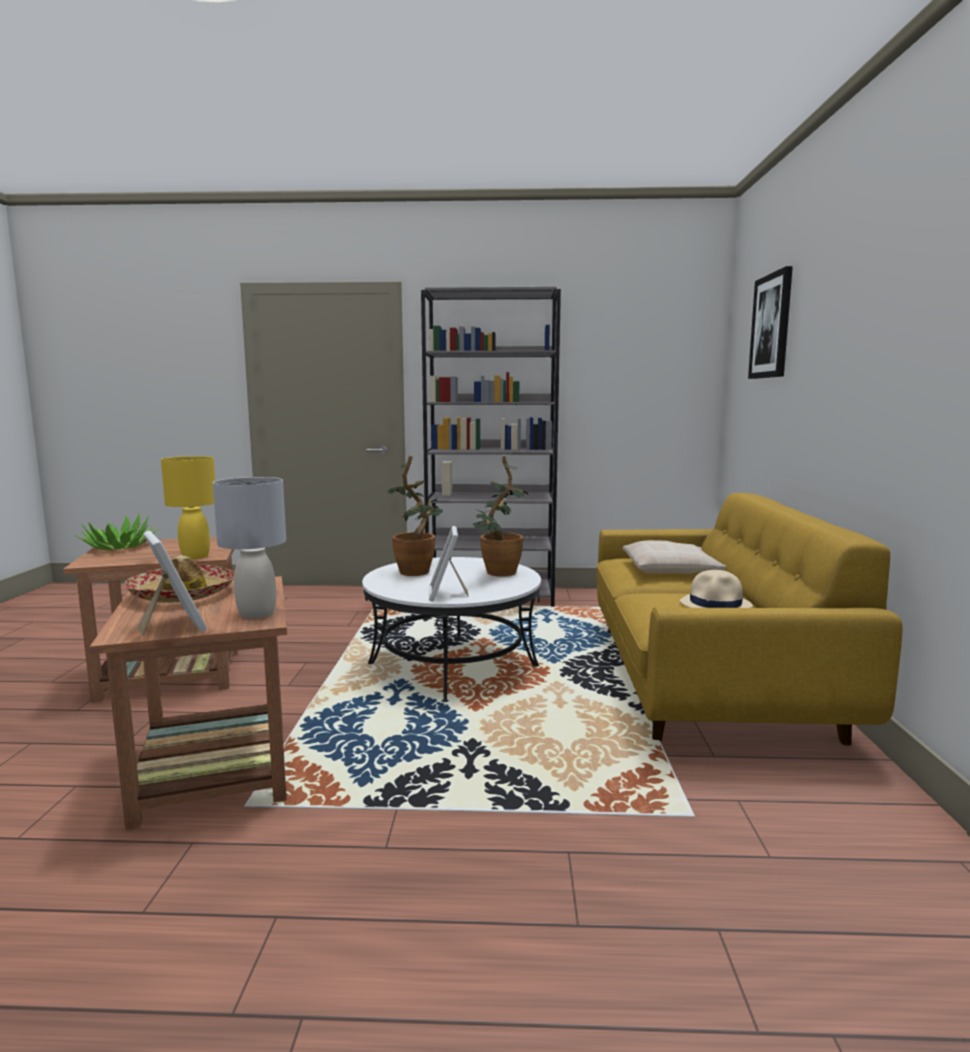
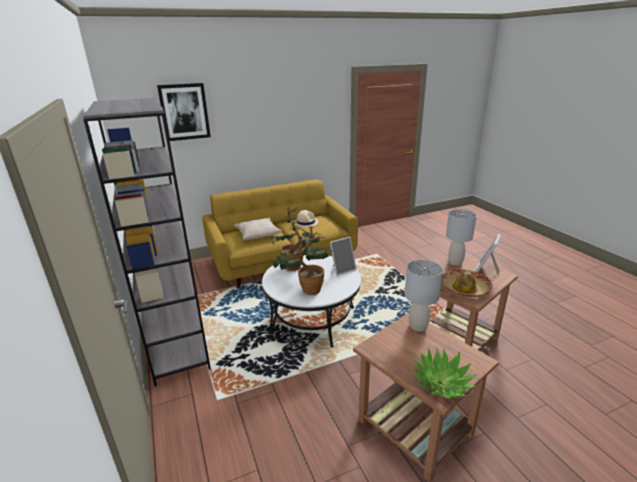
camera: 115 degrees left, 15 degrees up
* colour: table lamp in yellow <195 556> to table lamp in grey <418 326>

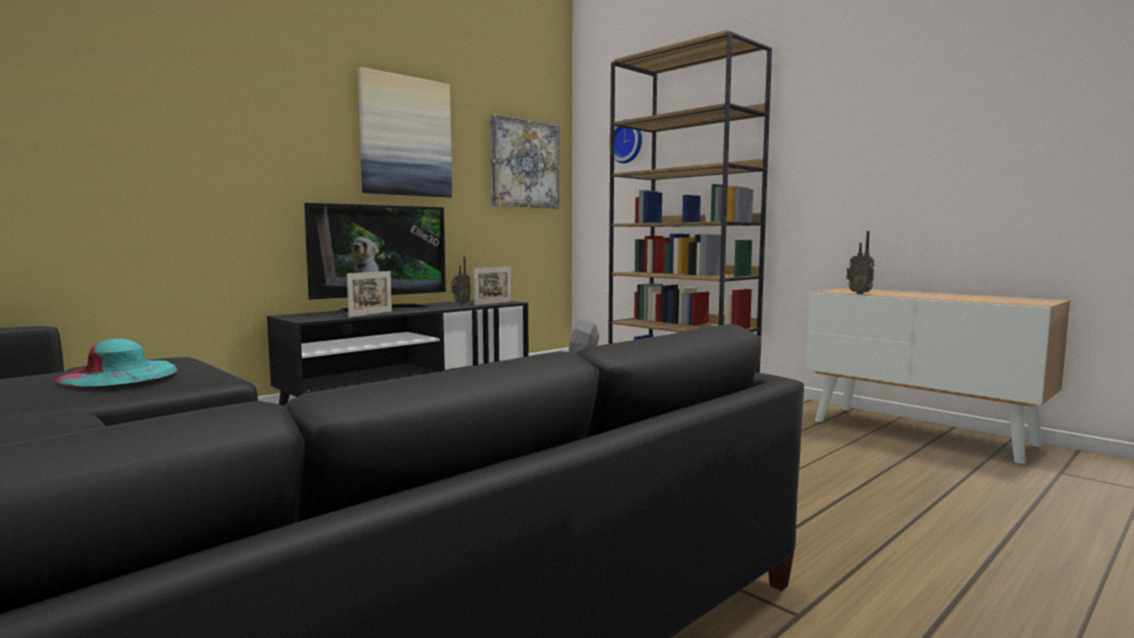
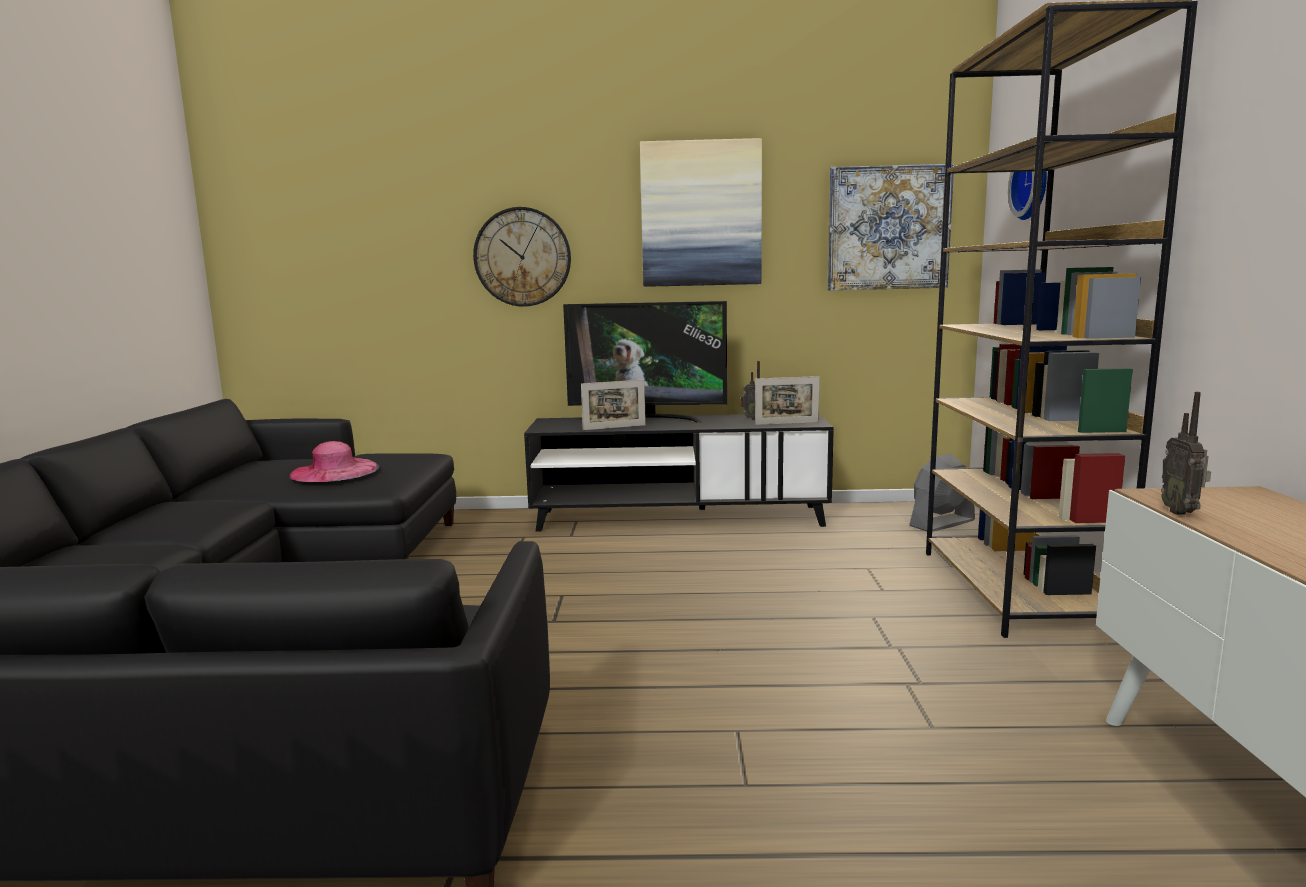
camera: 45 degrees right, 5 degrees up
* colour: hat in turquoise <118 375> to hat in pink <334 471>
* appeared: wall clock <522 257>

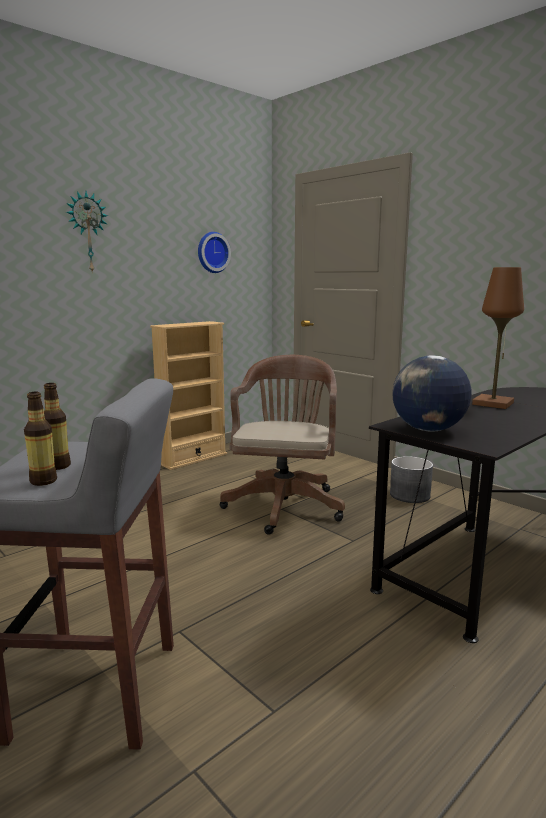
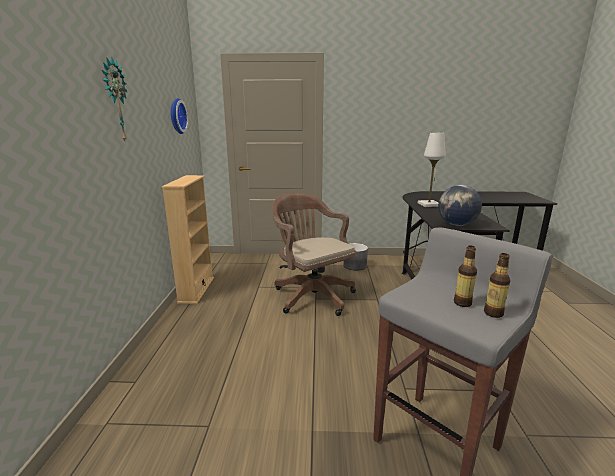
camera: 45 degrees left, 5 degrees up
* colour: table lamp in brown <493 403> to table lamp in white <429 204>

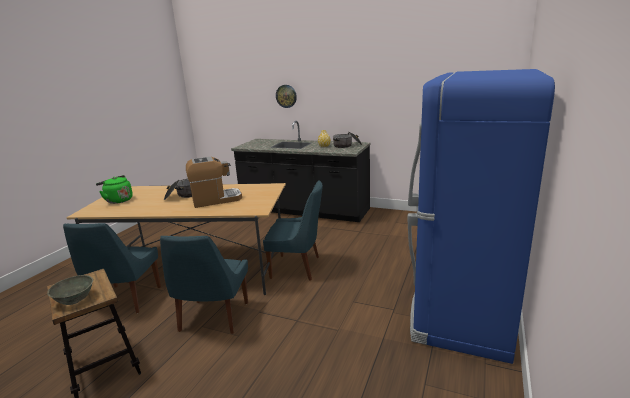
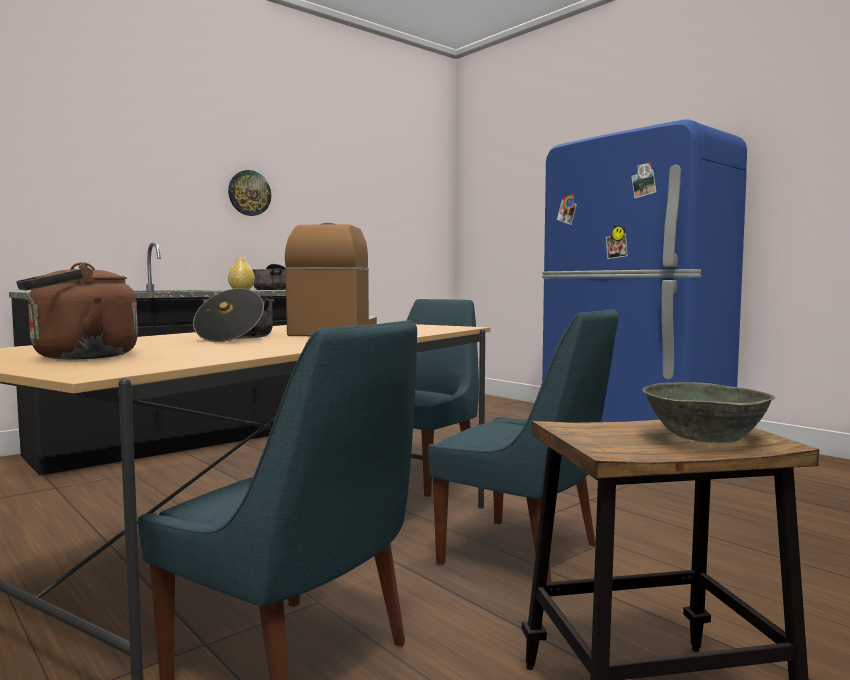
camera: 65 degrees left, 15 degrees down
* colour: kettle in green <118 200> to kettle in brown <78 357>
* relocated: wall clock <286 96> to <249 193>

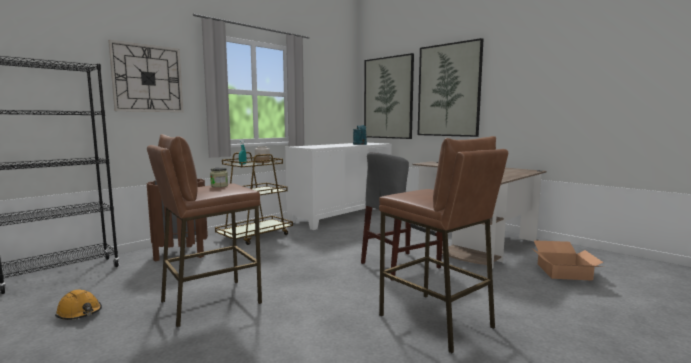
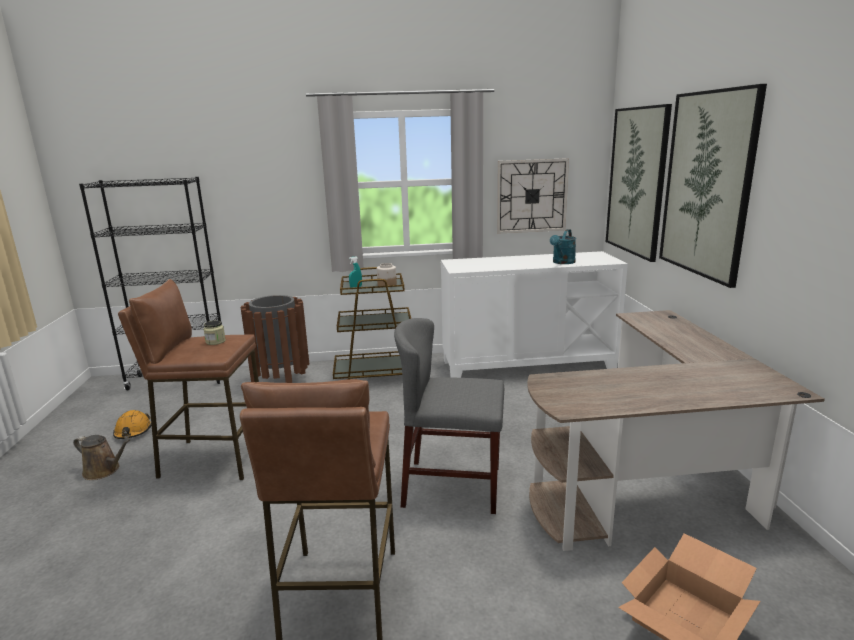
camera: 40 degrees right, 10 degrees up
* relocated: wall clock <147 78> to <531 196>
* appeared: watering can in brown <104 471>

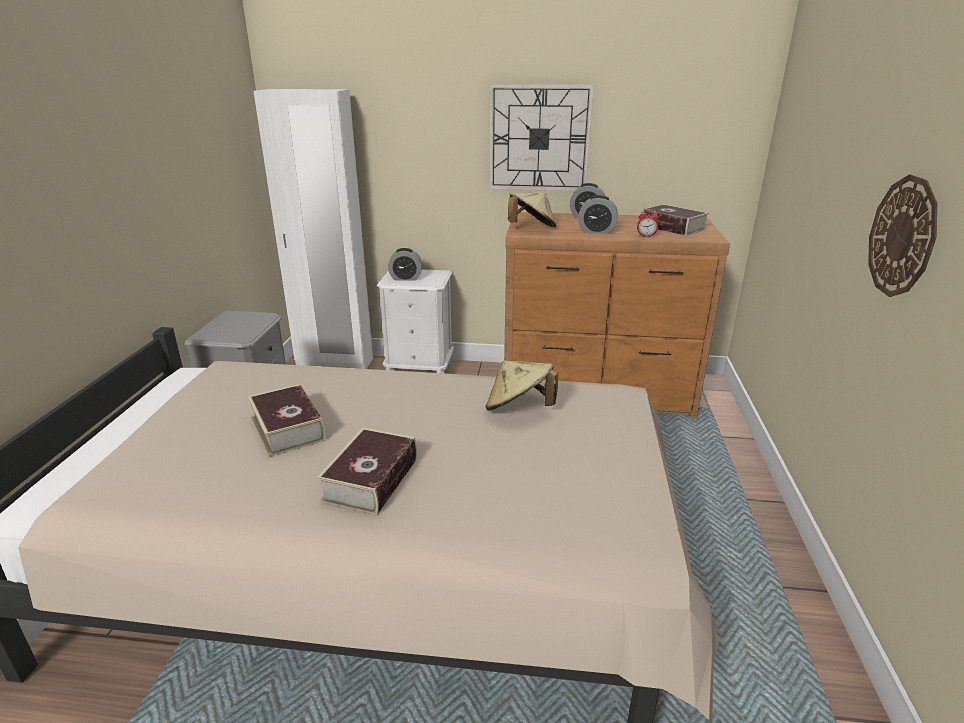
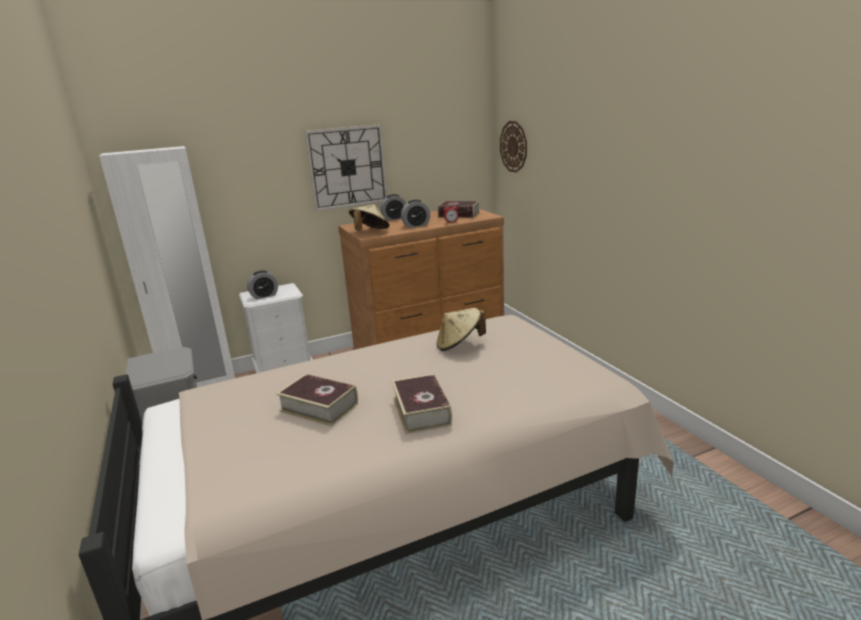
camera: 30 degrees left, 5 degrees down
* relocated: wall clock <902 236> to <513 146>

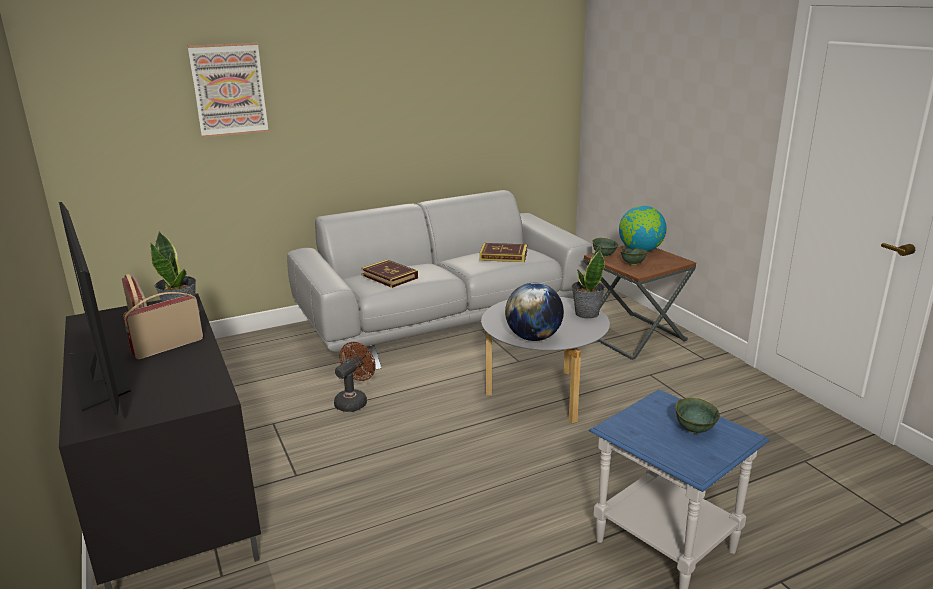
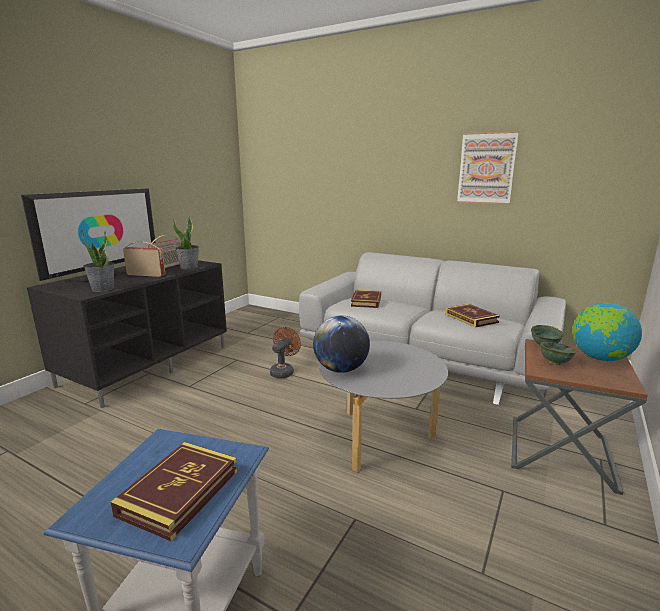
camera: 55 degrees right, 5 degrees down
* relocated: picture <229 90> to <486 168>
* spun: fan in brown <354 401> = <284 371> 60 degrees counterclockwise
* relocated: potted plant <586 313> to <103 289>
* exchanged: bowl in green <694 430> to book <179 492>

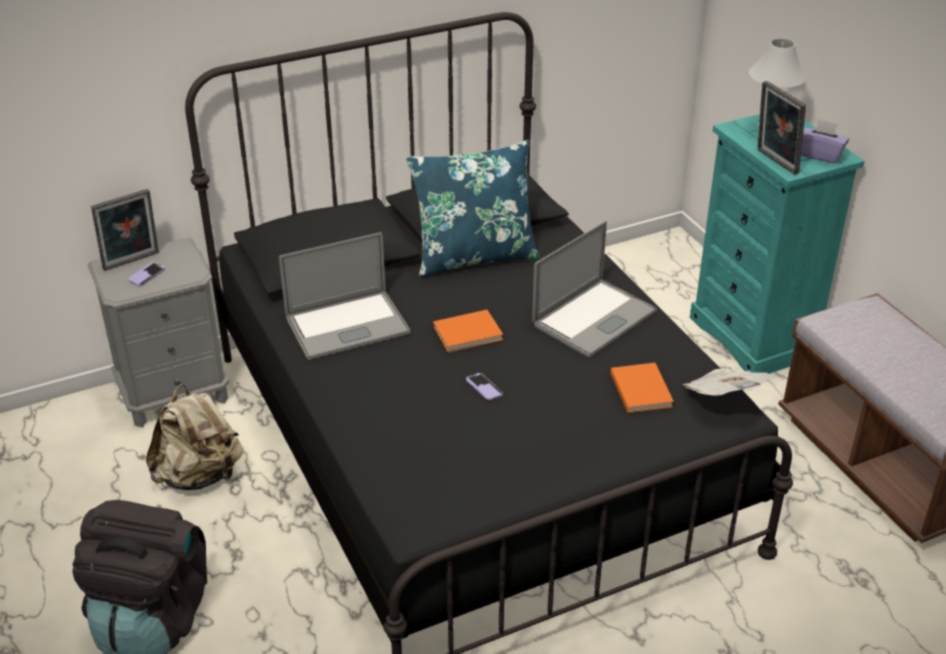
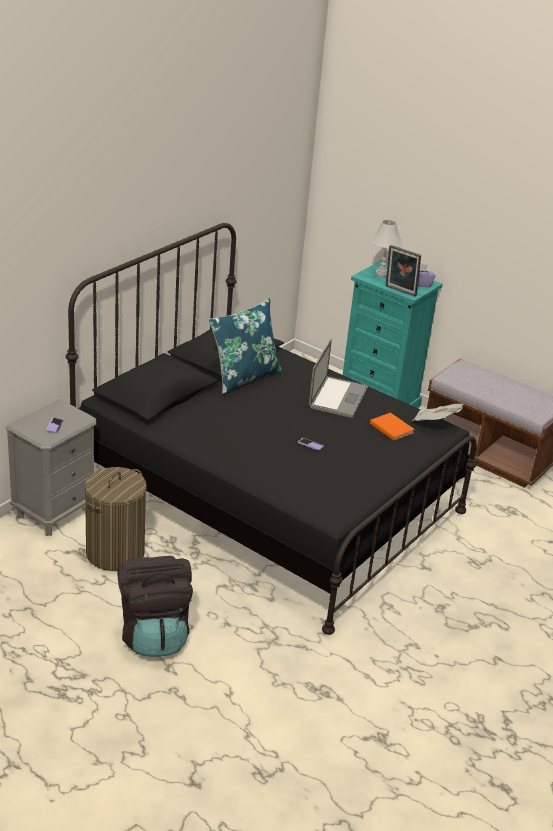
camera: 30 degrees left, 5 degrees down
* missing: picture frame <132 262>
* exchanged: backpack in beige <200 475> to laundry basket <115 553>
* missing: laptop <347 325>
* missing: book in orange <469 333>

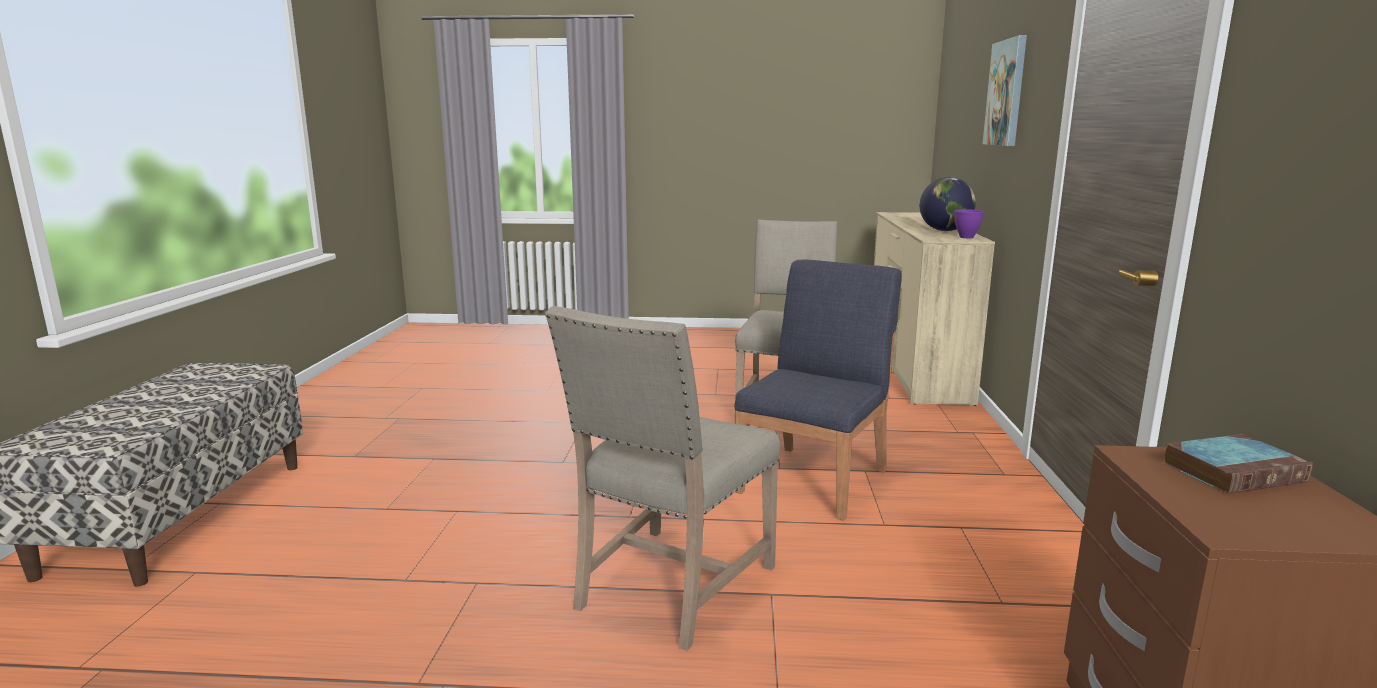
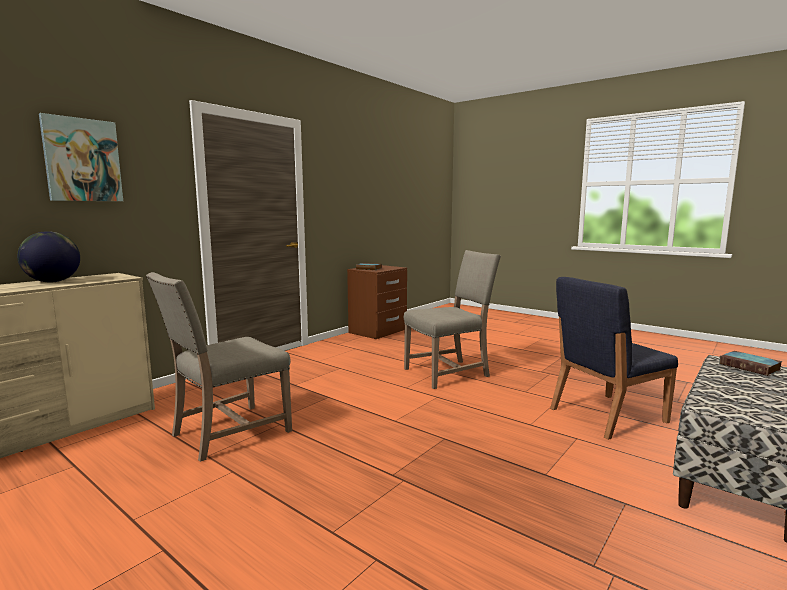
camera: 145 degrees left, 5 degrees down
* relocated: chair in blue <814 480> to <606 415>
* missing: bowl in purple <966 237>
* appeared: book <751 367>

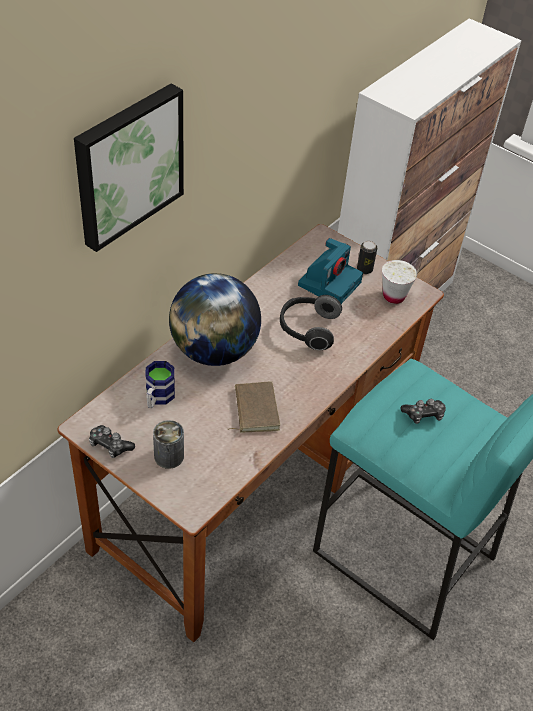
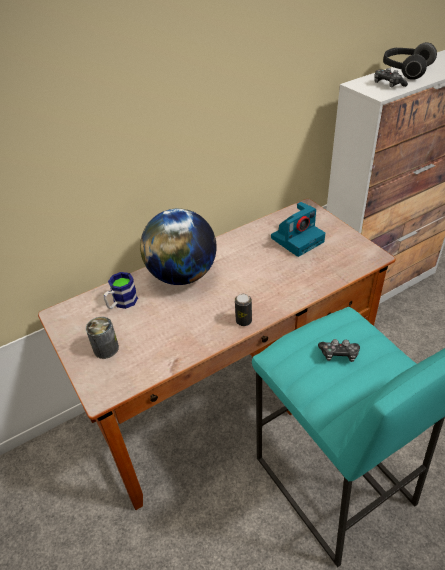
camera: 25 degrees right, 5 degrees down
* missing: picture <127 165>
* relocated: game controller <110 445> to <388 84>
* missing: book in brown <254 409>
* relocated: headphones <307 329> to <405 70>
* relocated: can <364 269> to <243 321>
* missing: cup in white <394 296>

